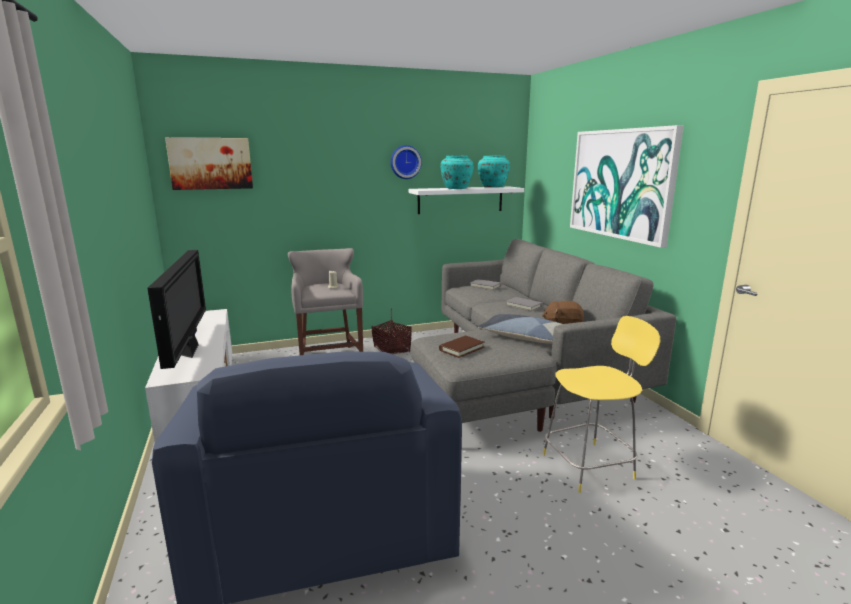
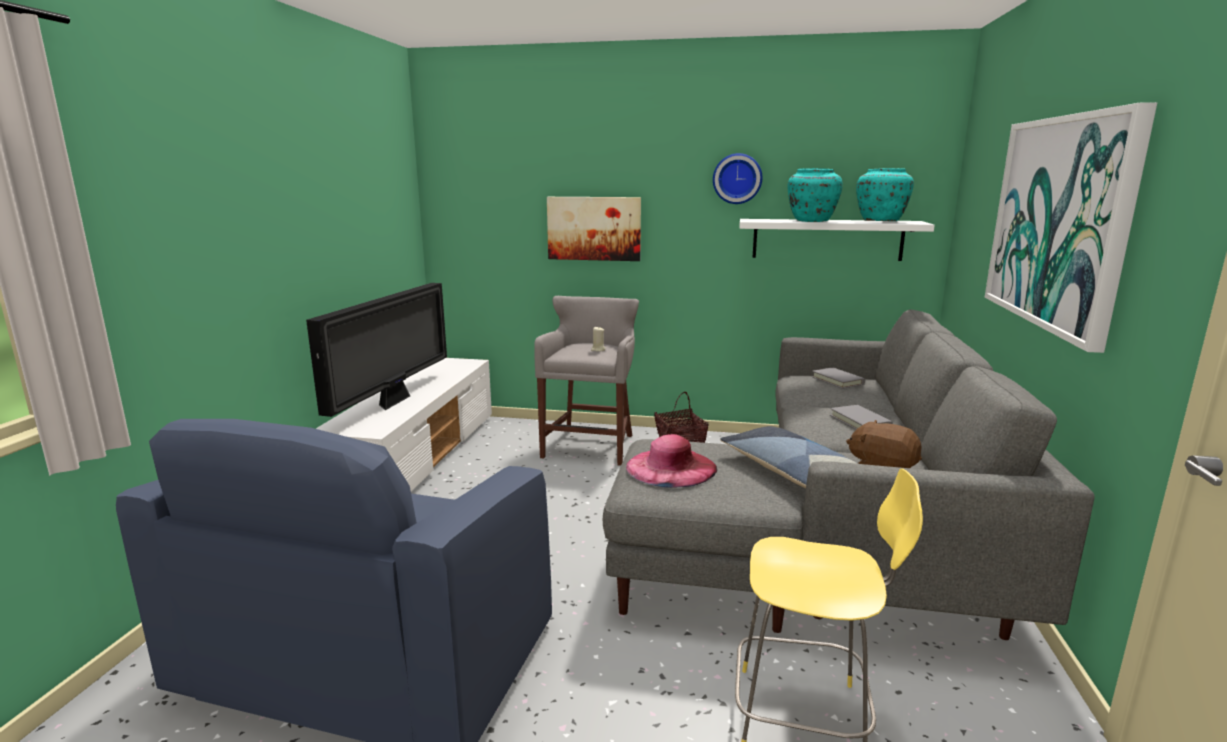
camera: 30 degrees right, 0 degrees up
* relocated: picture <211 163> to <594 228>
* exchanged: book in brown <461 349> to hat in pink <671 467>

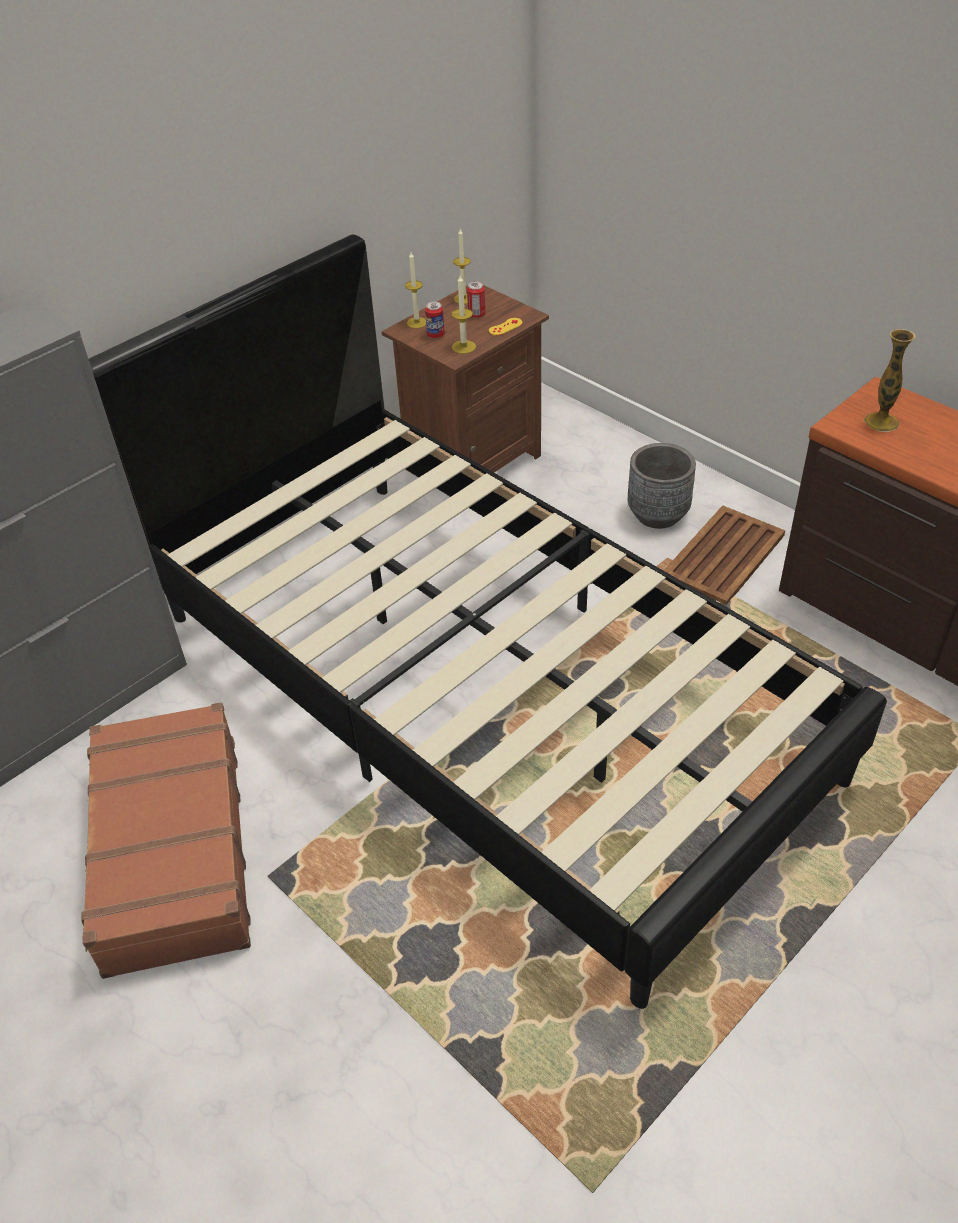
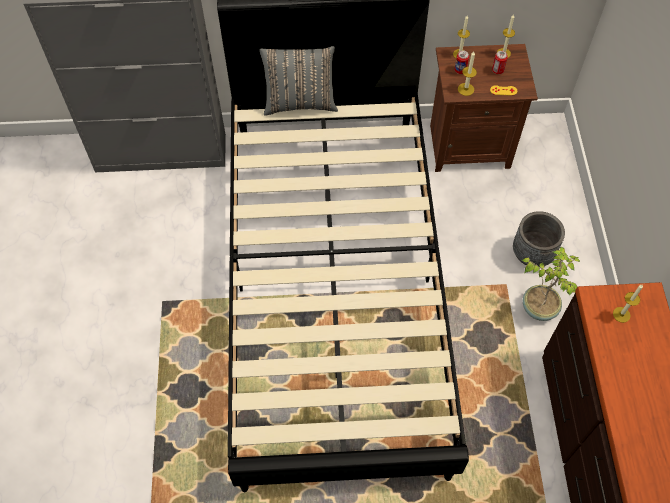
camera: 40 degrees right, 15 degrees up
* missing: suitcase in brown <171 852>
* exchanged: tray in brown <724 555> to potted plant <539 307>
* exchanged: vase <881 422> to candle <621 314>
* appeared: pillow in grey <300 102>

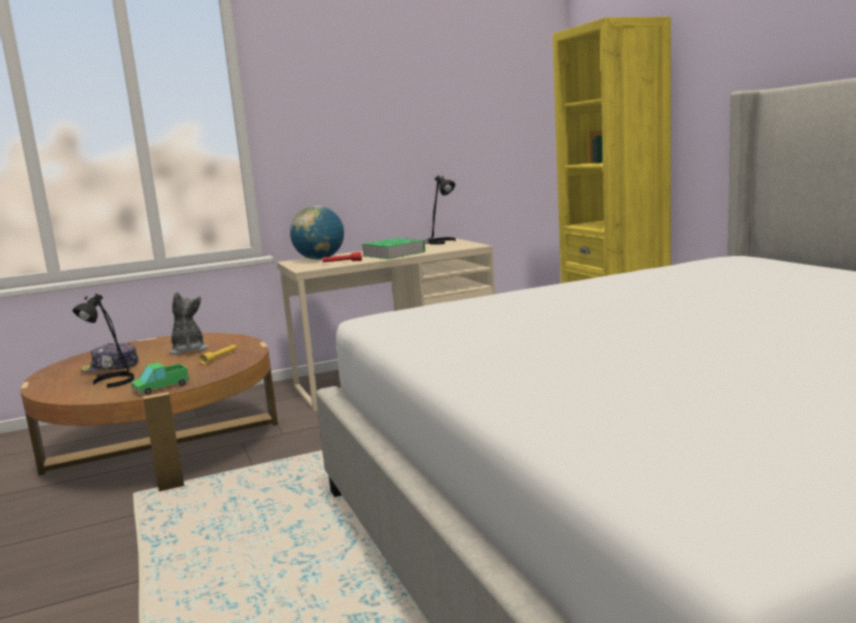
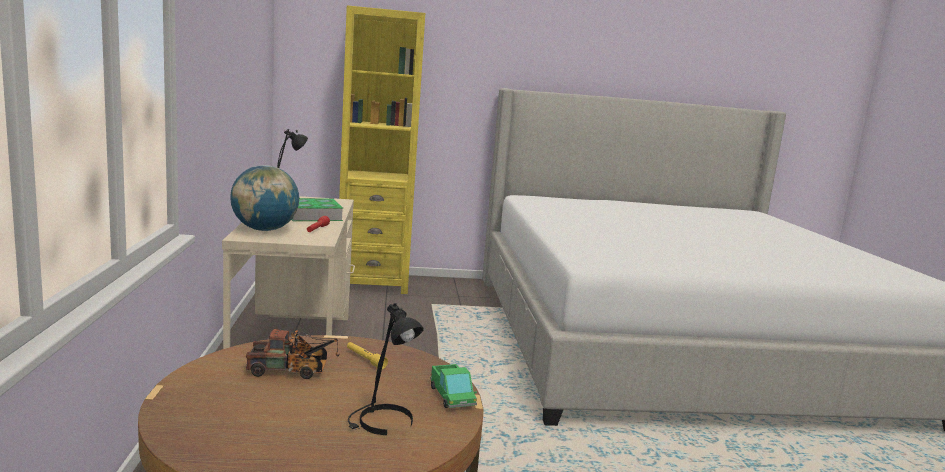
camera: 75 degrees left, 0 degrees up
* missing: cap <111 368>
* exchanged: plush toy <188 350> to toy truck <292 371>

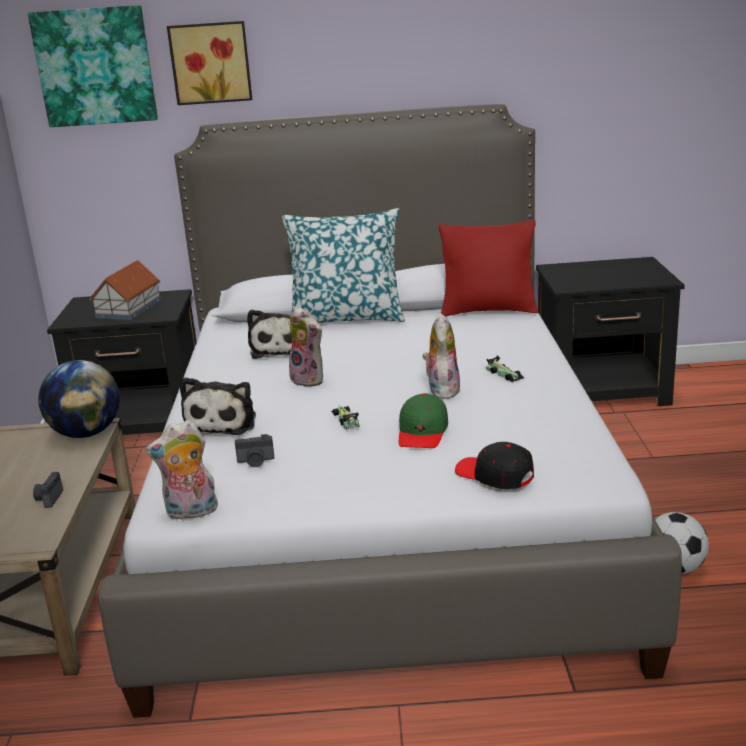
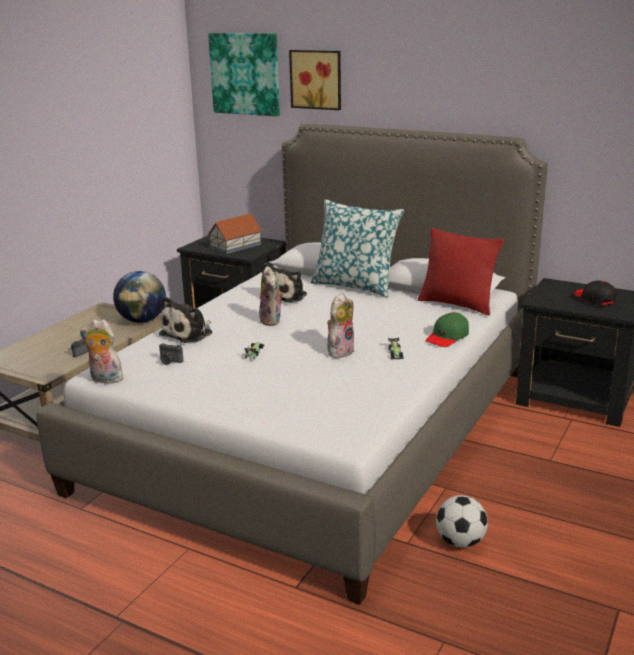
camera: 30 degrees right, 0 degrees up
* relocated: cap in green <422 432> to <447 337>
* relocated: cap in black <494 475> to <594 299>

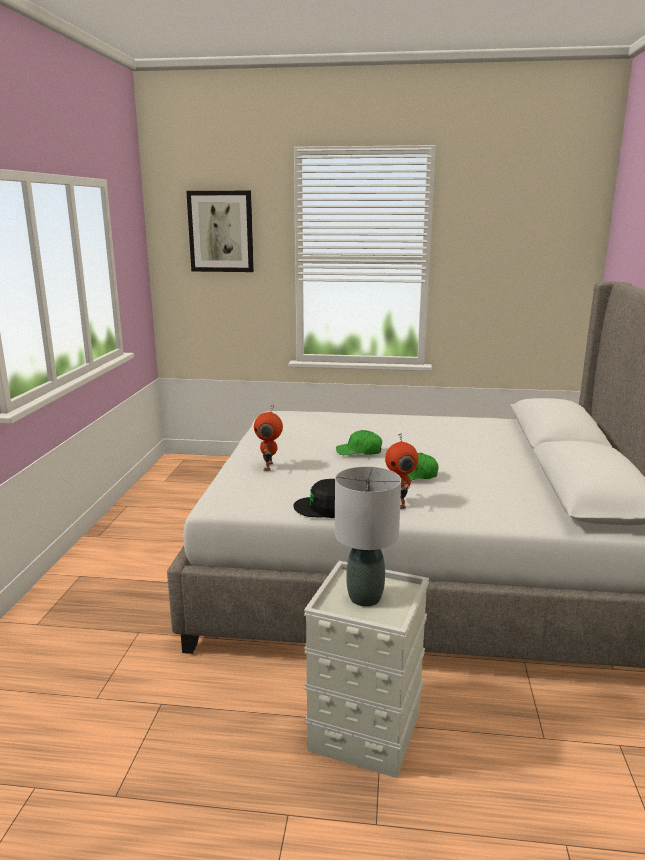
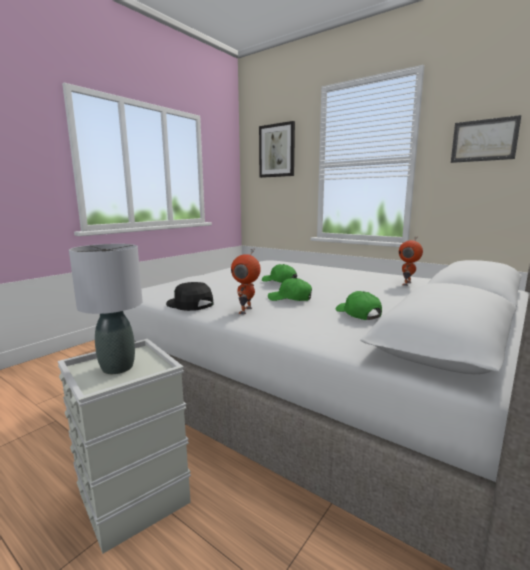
camera: 30 degrees right, 5 degrees down
* relocated: toy robot <269 466> to <407 284>
* appeared: cap in green <358 314>
* appeared: picture <484 140>

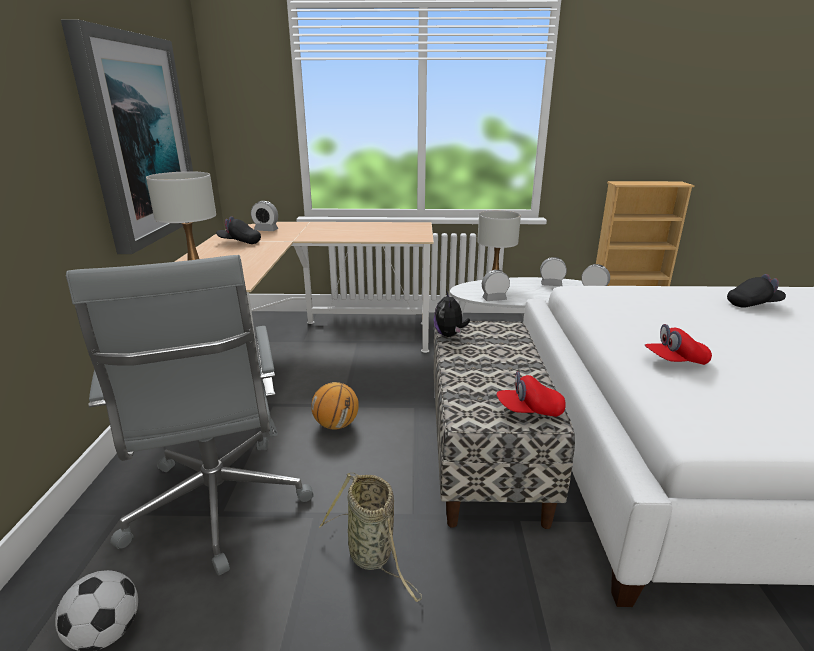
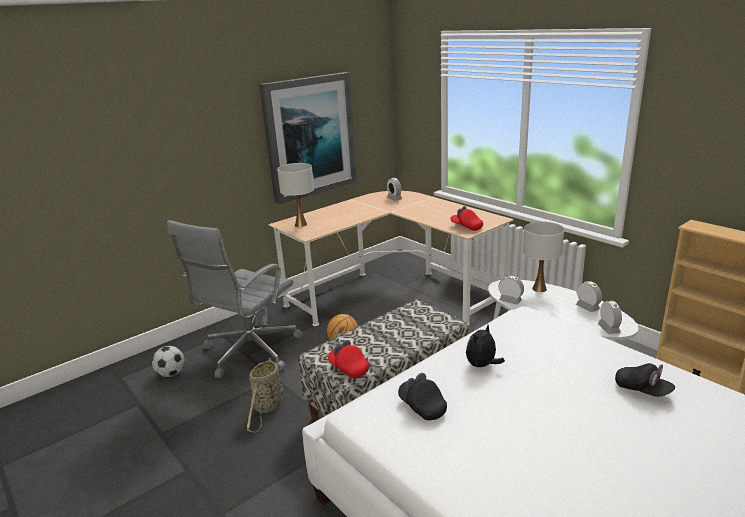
camera: 50 degrees right, 0 degrees up
* relocated: cap in black <239 242> to <422 406>
* relocated: plush toy <449 335> to <482 365>
* relocated: cap in red <675 361> to <466 227>

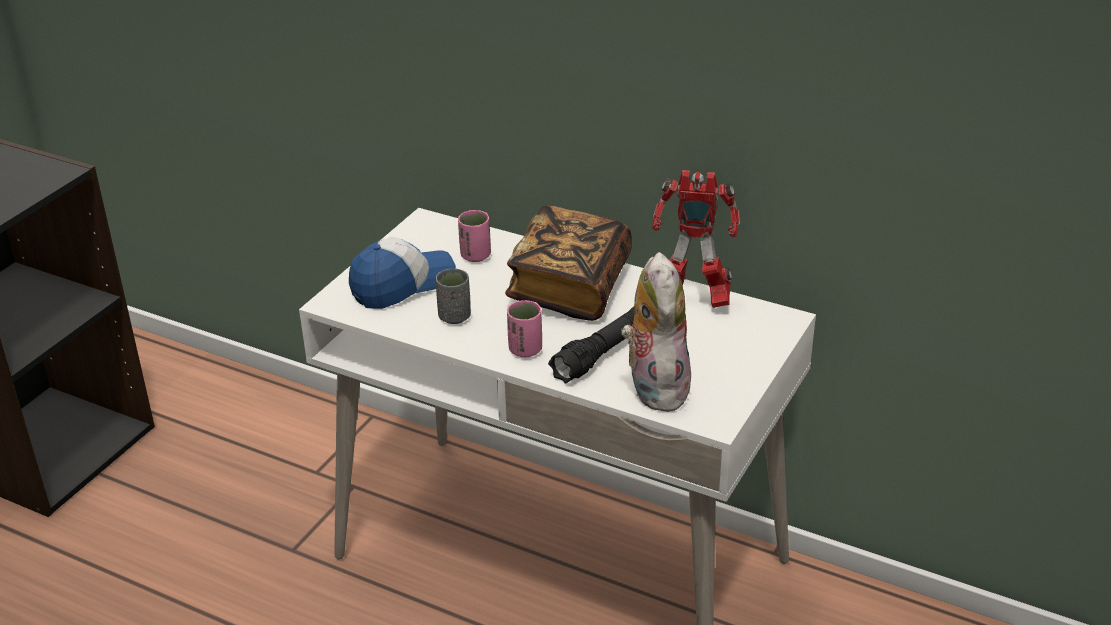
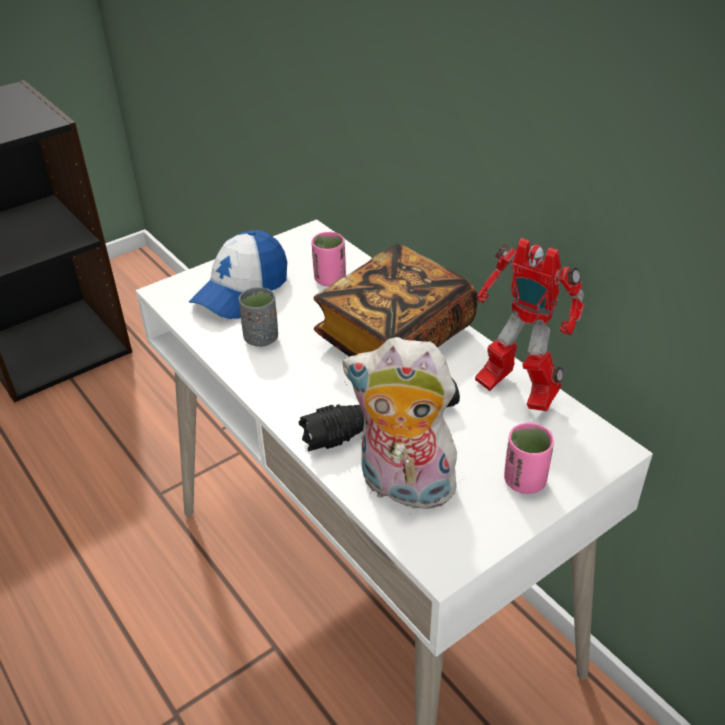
camera: 25 degrees right, 5 degrees up
* spun: cap <402 285> = <241 291> 135 degrees clockwise
* relocated: cup in pink <525 350> to <524 481>
* spun: plush toy <654 386> = <402 487> 90 degrees counterclockwise

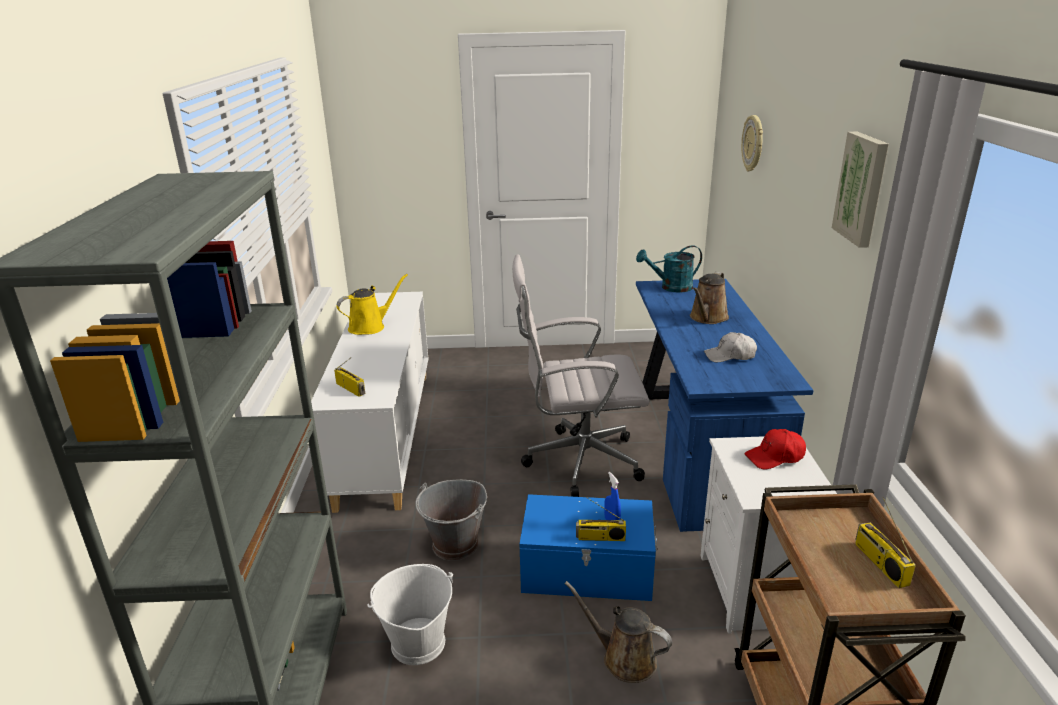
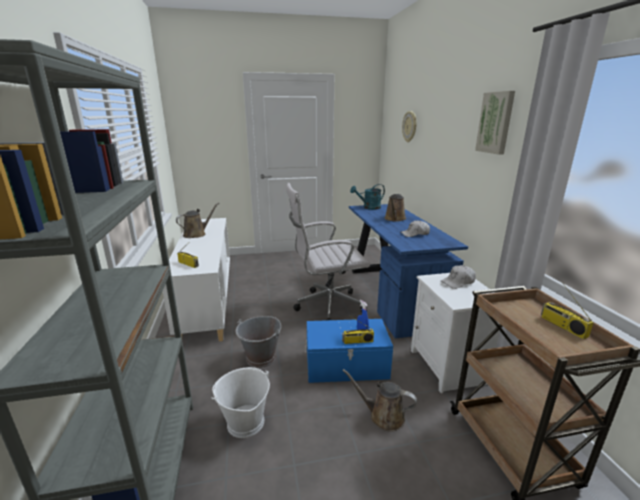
camera: 10 degrees left, 5 degrees down
* colour: watering can in yellow <370 326> to watering can in brown <196 234>
* colour: cap in red <775 457> to cap in white <458 282>

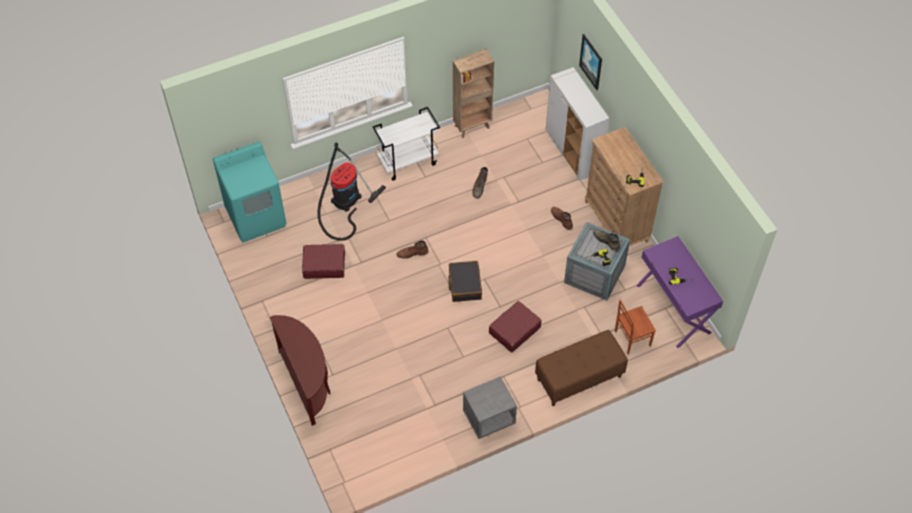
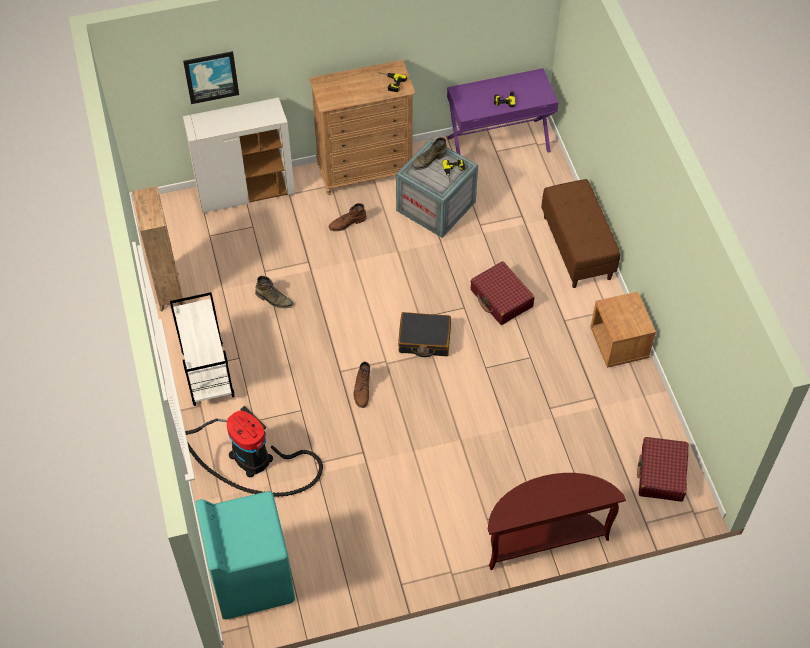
camera: 80 degrees left, 0 degrees up
* relocated: suitcase in red <324 265> to <661 474>
* colour: nightstand in grey <488 418> to nightstand in brown <619 344>
* missing: chair in brown <631 338>

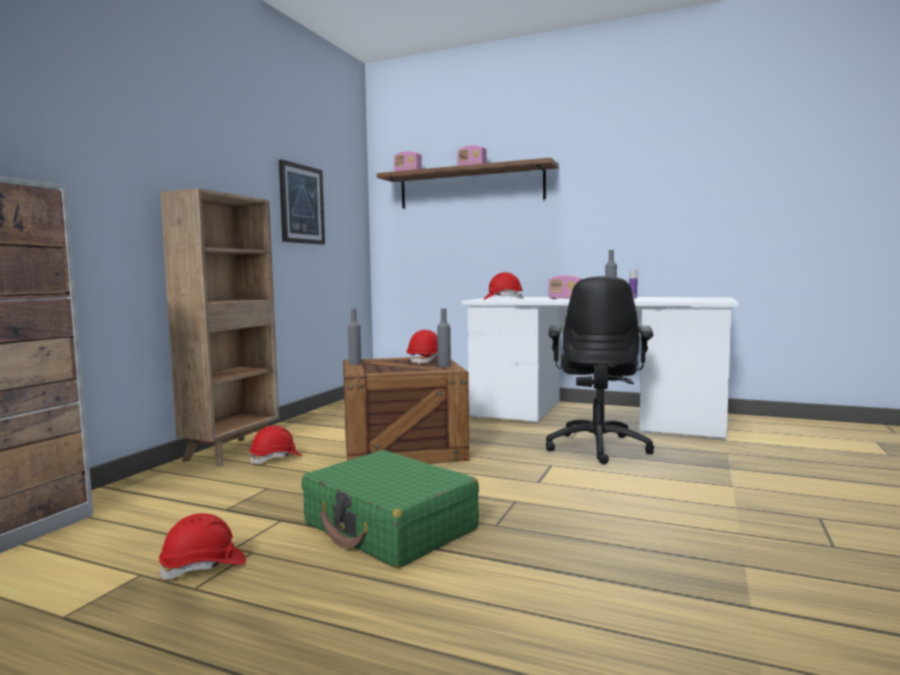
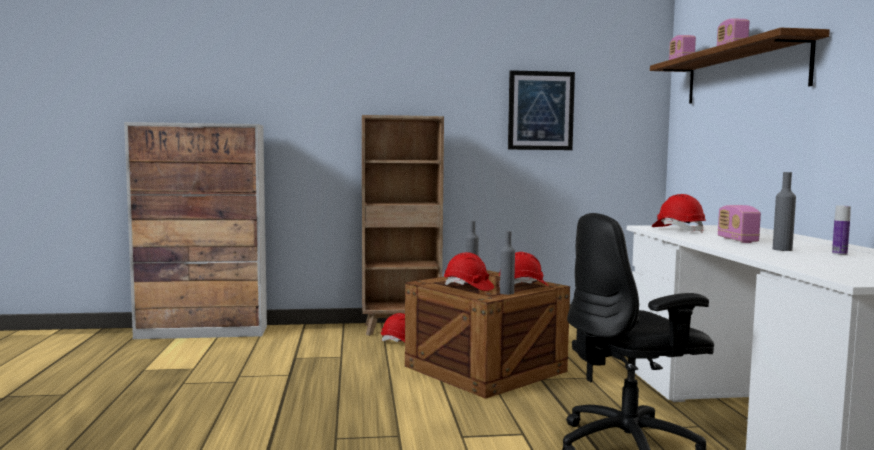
camera: 60 degrees right, 0 degrees up
* relocated: hard hat in red <204 567> to <468 287>
* missing: suitcase in green <390 527>

